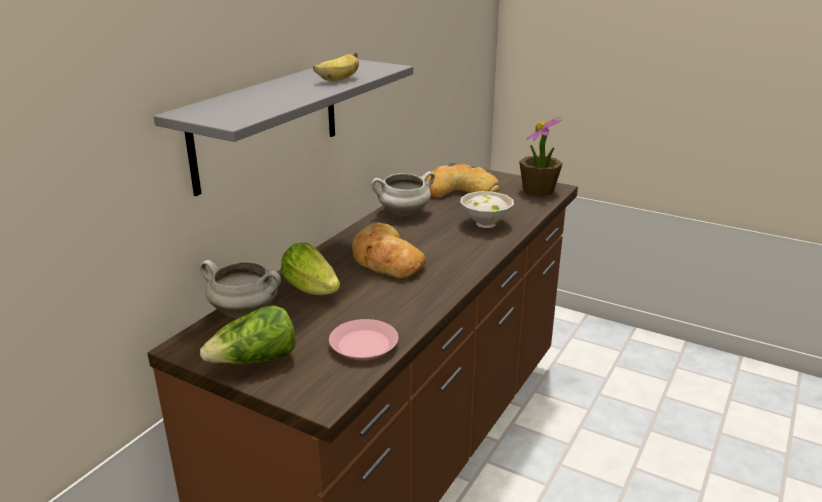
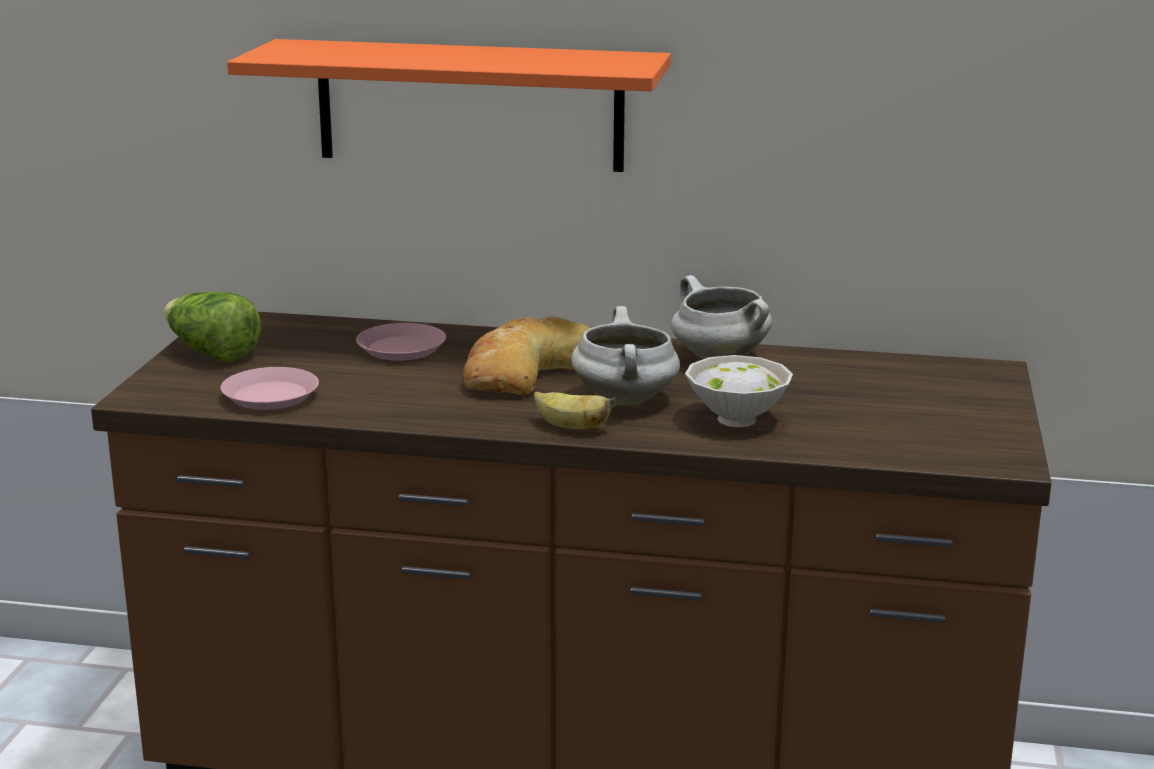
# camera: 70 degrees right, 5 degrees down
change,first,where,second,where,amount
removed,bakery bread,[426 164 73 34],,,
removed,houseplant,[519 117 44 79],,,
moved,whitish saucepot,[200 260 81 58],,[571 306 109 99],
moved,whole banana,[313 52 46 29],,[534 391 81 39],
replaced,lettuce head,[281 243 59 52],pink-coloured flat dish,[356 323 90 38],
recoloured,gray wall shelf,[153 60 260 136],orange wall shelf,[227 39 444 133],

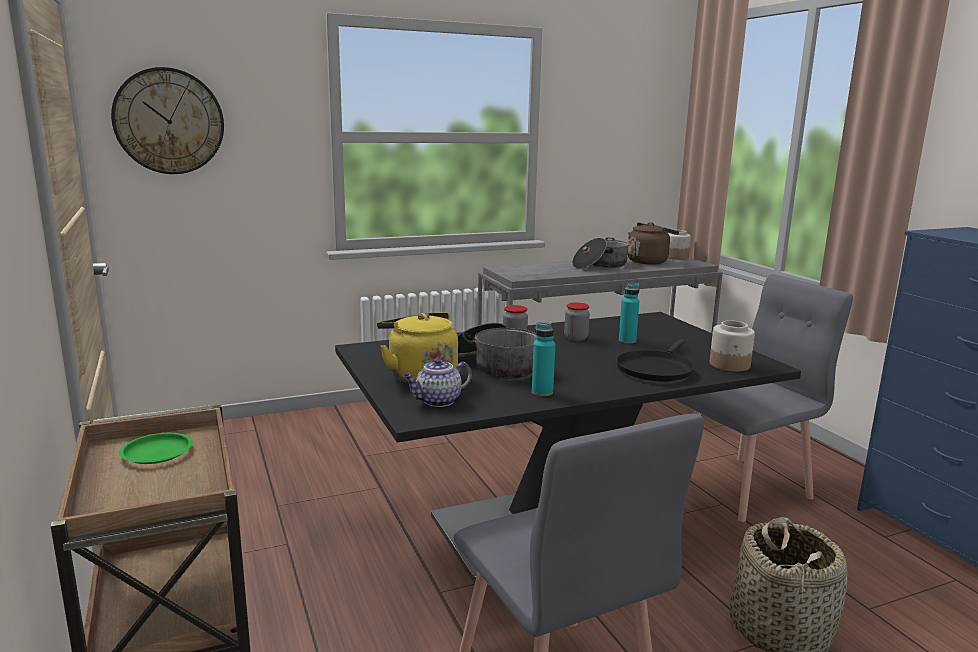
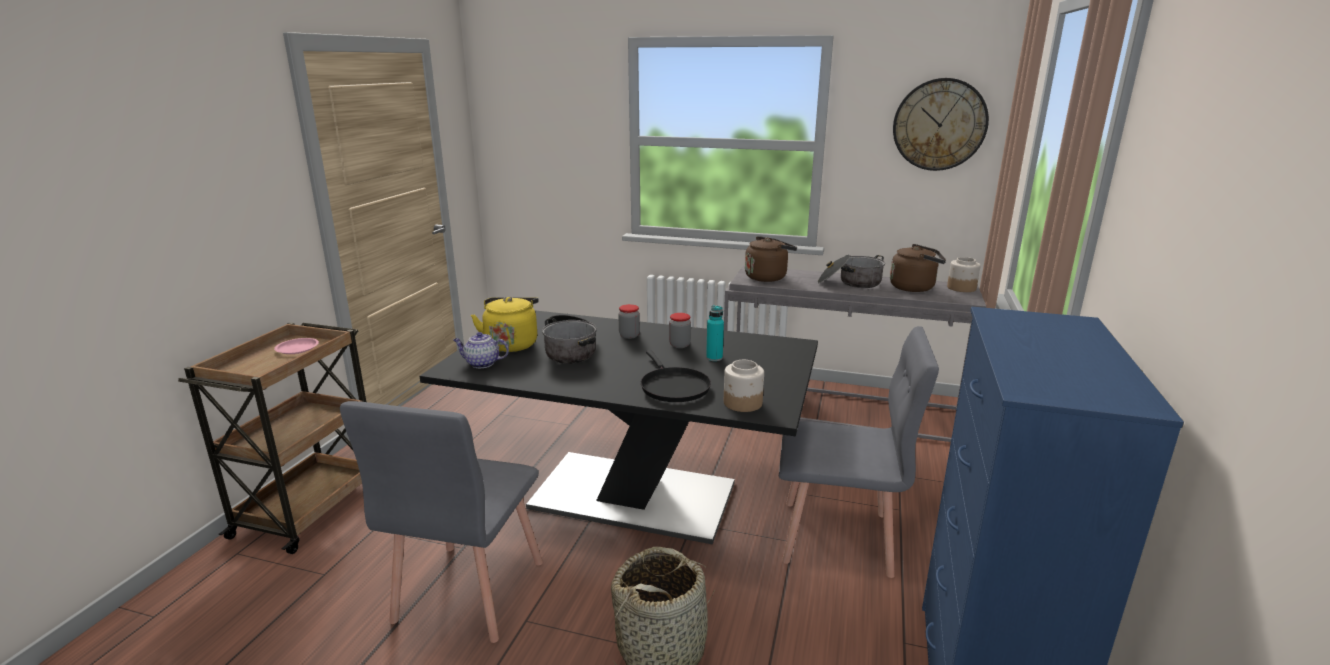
# camera: 40 degrees right, 5 degrees up
change,first,where,second,where,amount
removed,turquoise bottle,[532 322 23 74],,,
added,,,brown-coloured tea kettle,[745 236 52 46],
moved,hanging clock,[111 67 113 107],,[893 78 96 93],
recoloured,green flat dish,[119 433 74 31],pink-coloured flat dish,[274 338 45 16],
turned,blackish skillet,[616 339 78 43],,[641 350 70 52],90 degrees counterclockwise

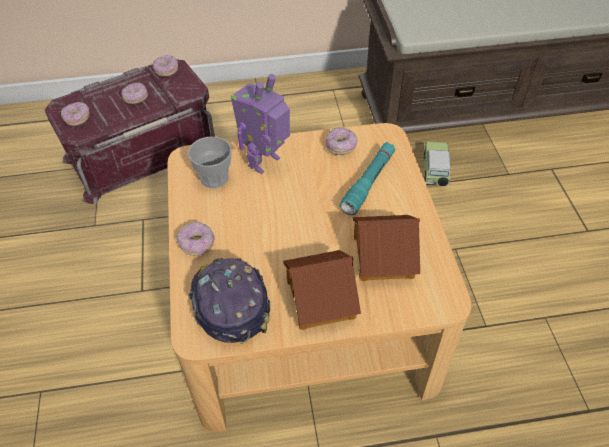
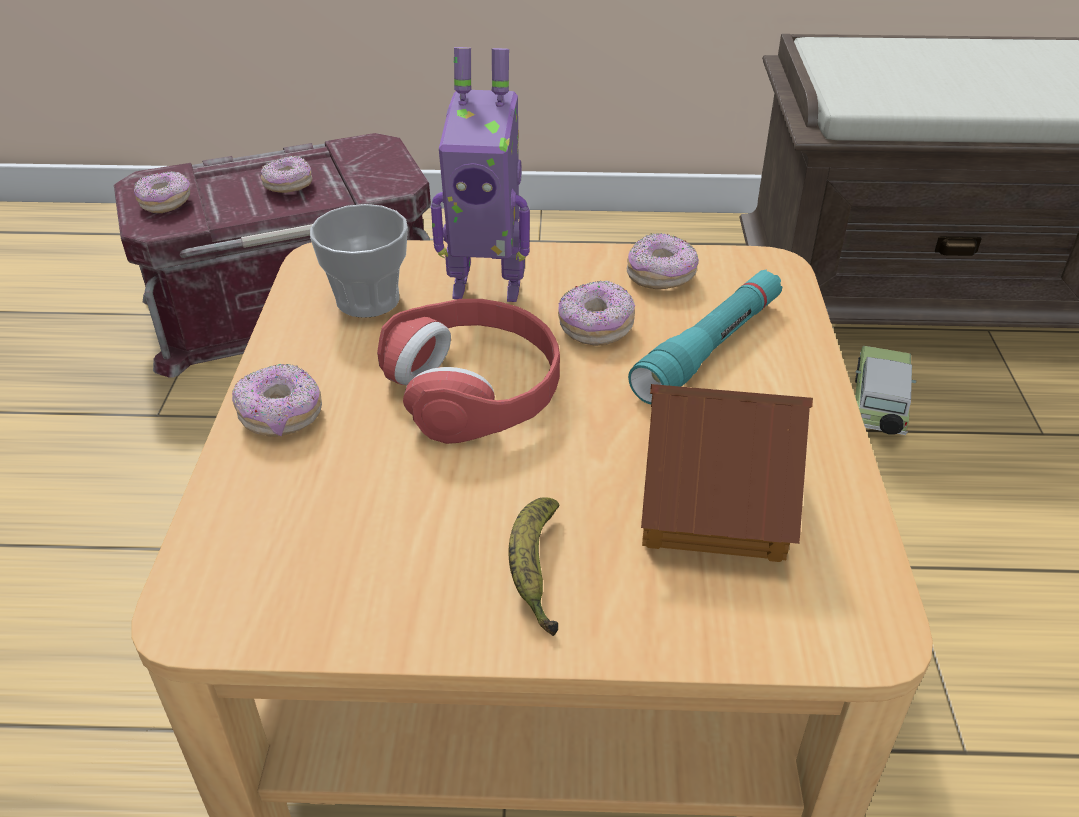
# camera: 10 degrees right, 10 degrees down
change,first,where,second,where,amount
removed,peaked cap,[188 258 83 86],,,
added,,,reddish headphones,[377 299 183 145],
moved,doughnut,[153 55 25 22],,[558 281 77 65],
replaced,model house,[283 250 78 80],whole banana,[508 497 52 139],
turned,robot figure,[231 74 59 100],,[431 47 99 255],135 degrees counterclockwise

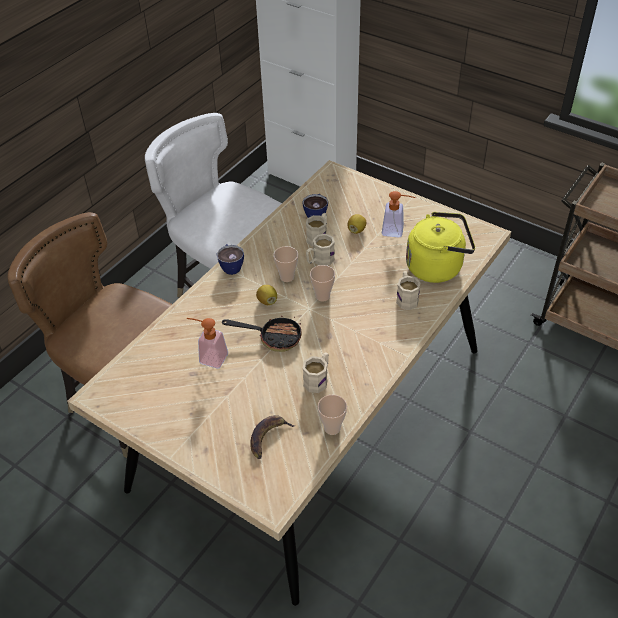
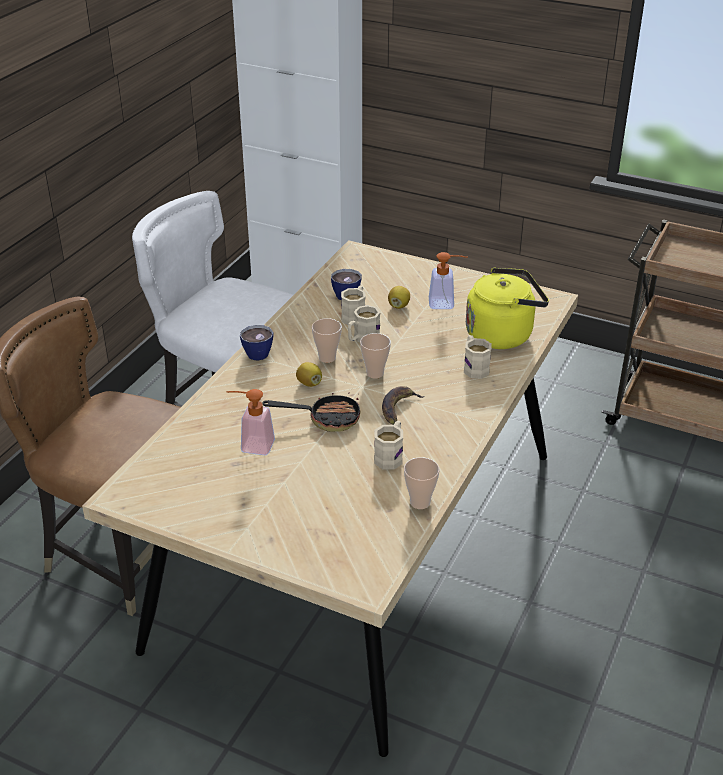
# camera: 10 degrees left, 10 degrees down
change,first,where,second,where,amount
moved,whole banana,[250 415 44 44],,[382 386 43 39],

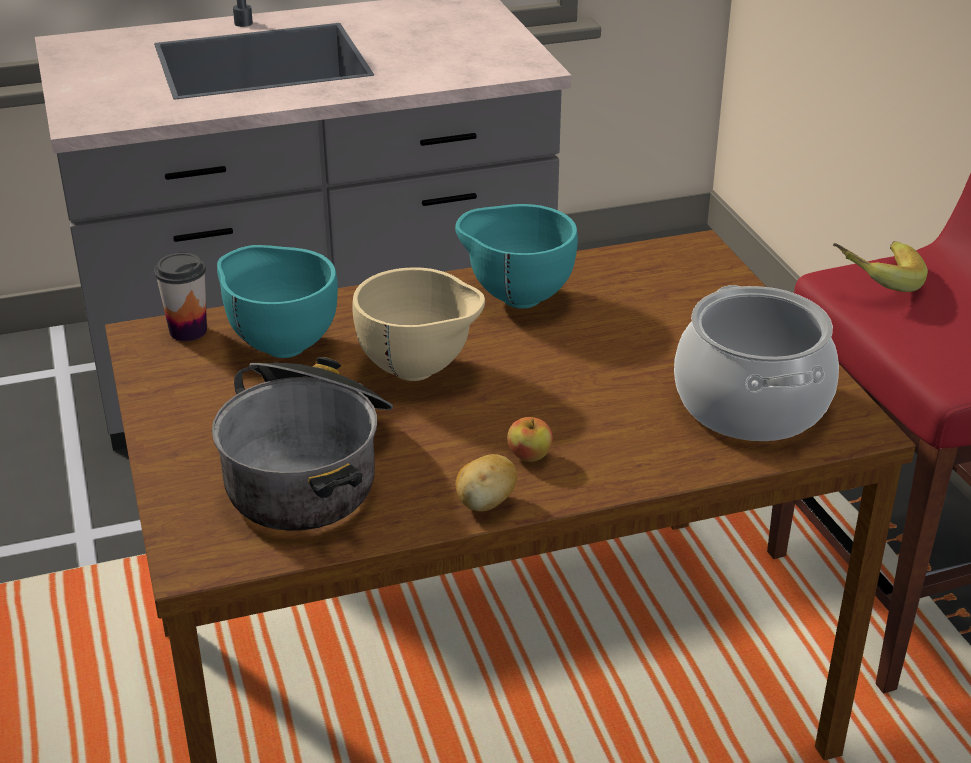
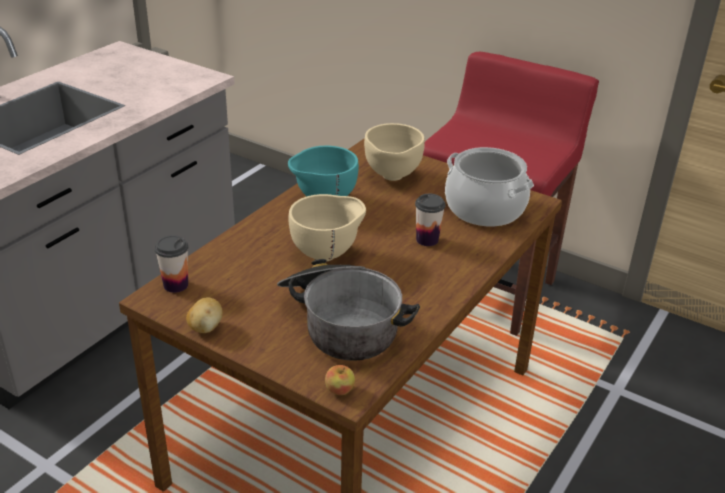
# camera: 40 degrees left, 0 degrees up
change,first,where,second,where,amount
removed,turquoise deep dish,[217 245 121 113],,,
removed,whole banana,[833 241 95 51],,,
added,,,sand-coloured deep dish,[364 123 61 58],
added,,,cup,[415 194 30 52],
moved,whole potato,[456 454 61 58],,[186 297 37 36],
moved,apple fruit,[507 417 46 45],,[325 365 30 30],

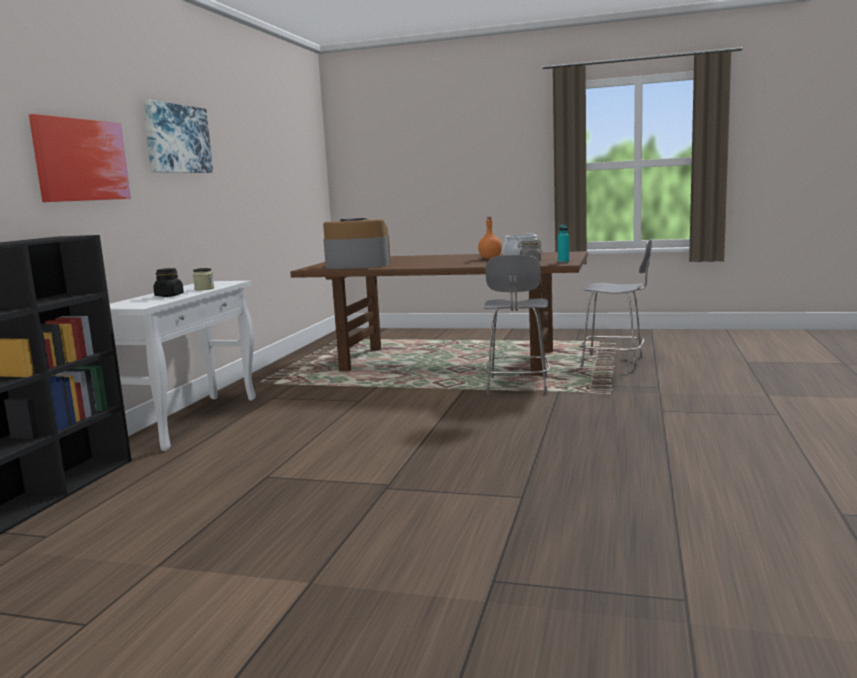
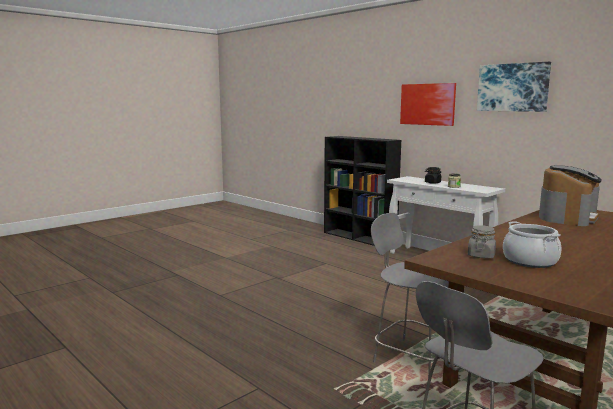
# camera: 120 degrees right, 0 degrees up
change,first,where,second,where,amount
removed,orange bottle,[478 217 24 42],,,
removed,turquoise bottle,[558 224 11 39],,,

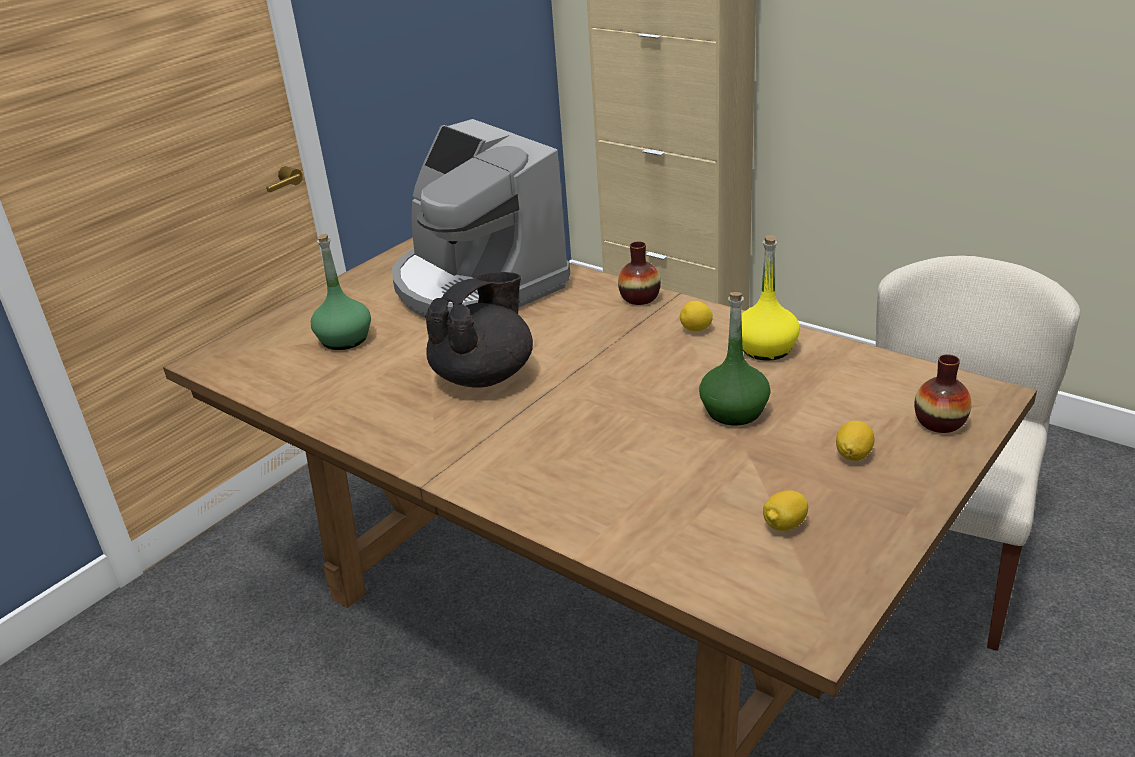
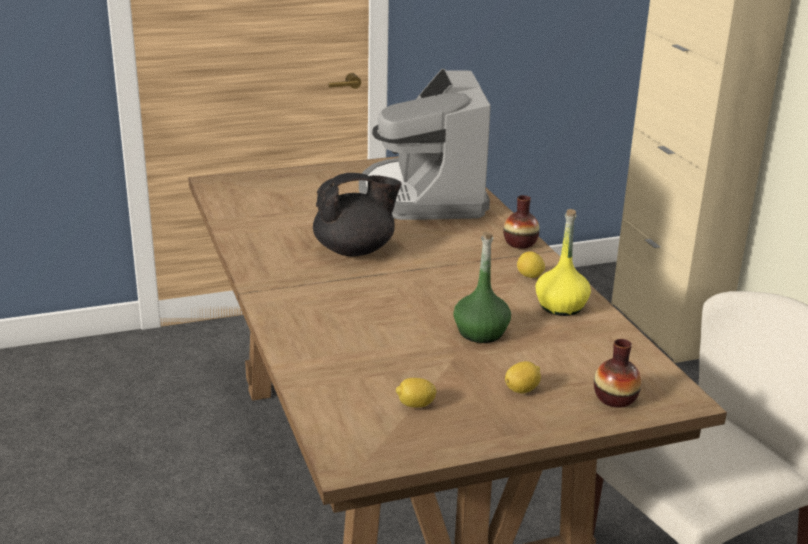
# camera: 30 degrees right, 5 degrees down
change,first,where,second,where,amount
removed,green bottle,[311 234 60 116],,,

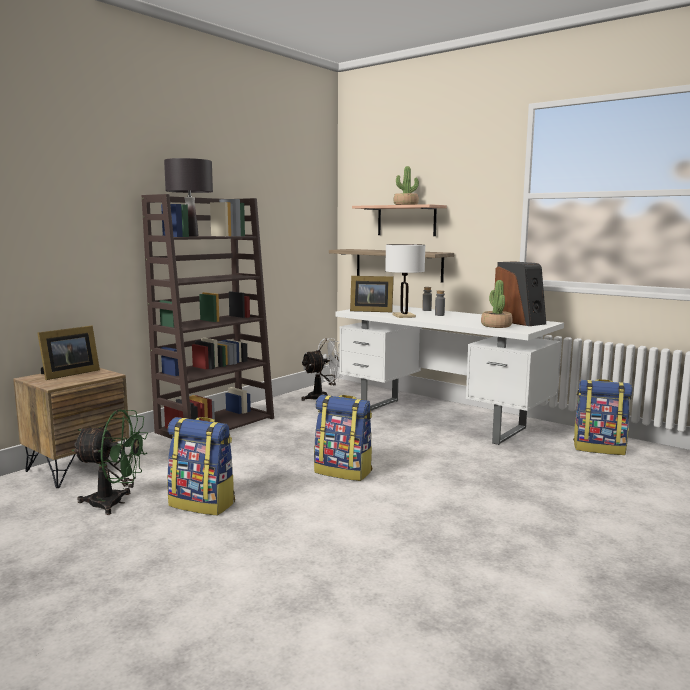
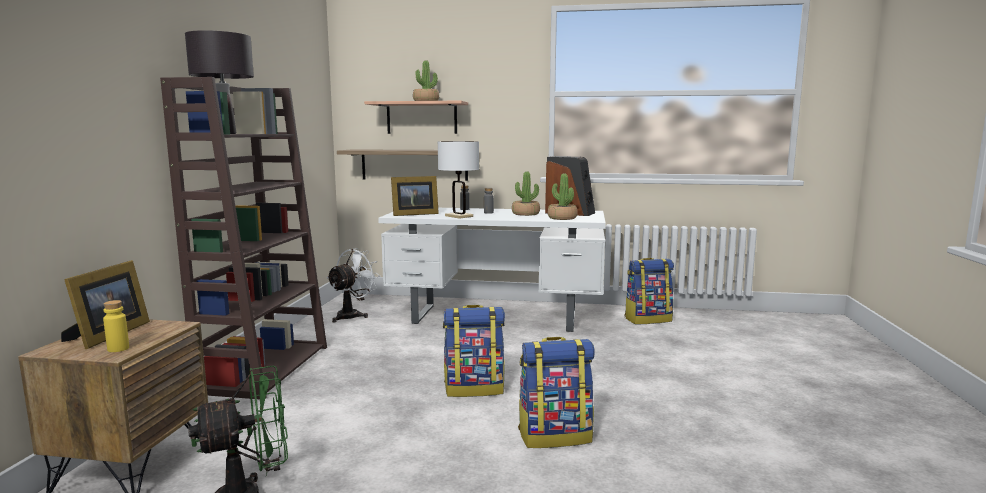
# camera: 30 degrees left, 0 degrees up
change,first,where,second,where,amount
added,,,yellowish bottle,[103 300 26 52],
added,,,houseplant,[512 171 28 45],
moved,backpack,[167 417 68 98],,[518 337 77 111],

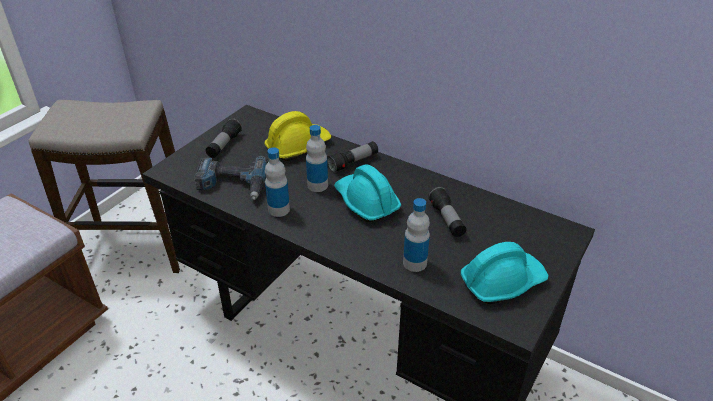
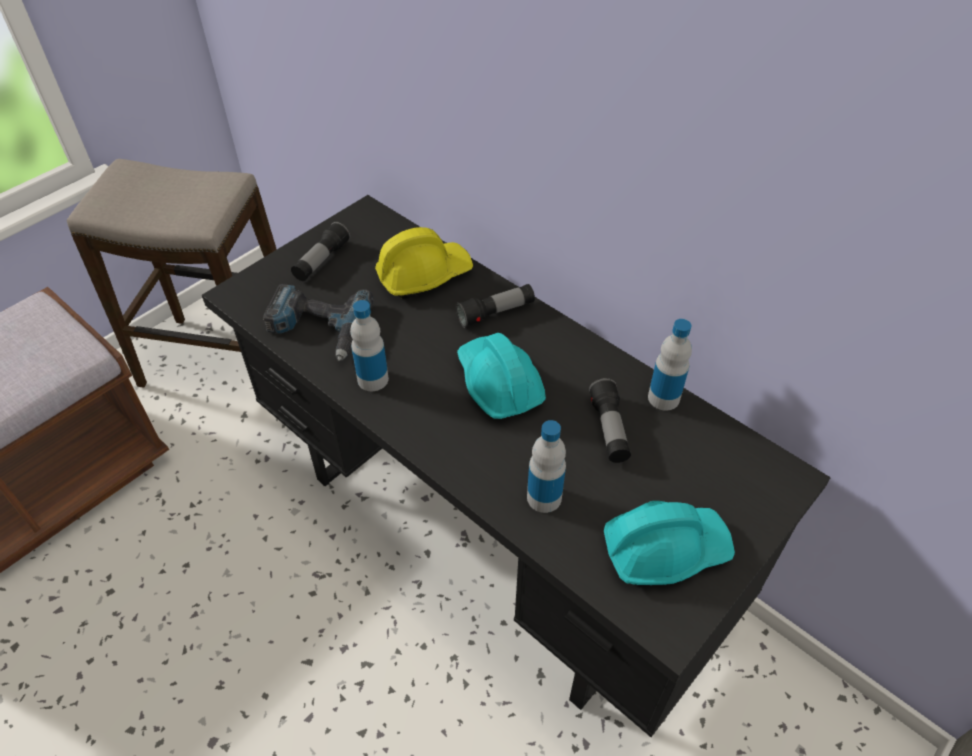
# camera: 10 degrees right, 10 degrees up
change,first,where,second,where,amount
moved,bottle,[306 125 22 67],,[648 319 44 92],

